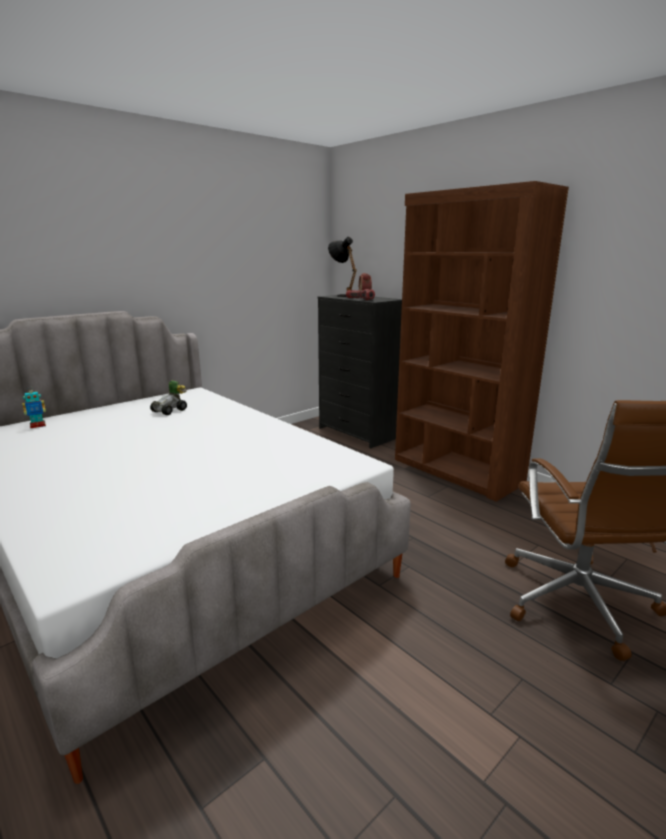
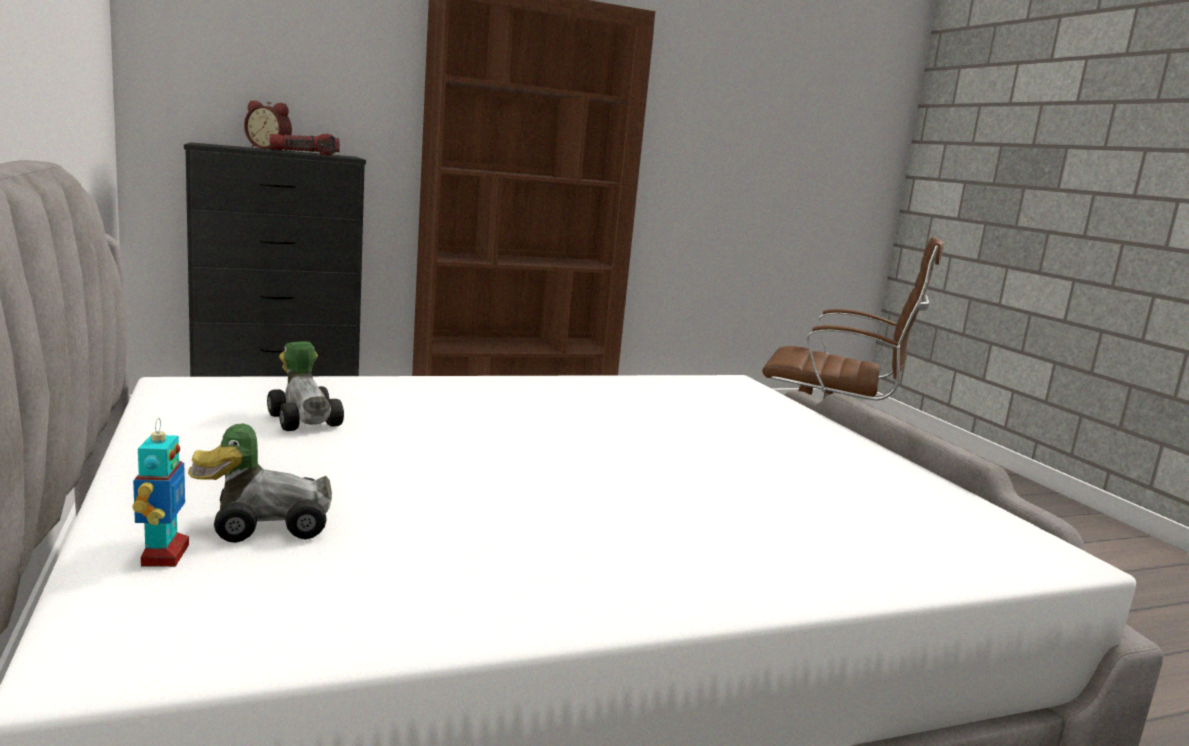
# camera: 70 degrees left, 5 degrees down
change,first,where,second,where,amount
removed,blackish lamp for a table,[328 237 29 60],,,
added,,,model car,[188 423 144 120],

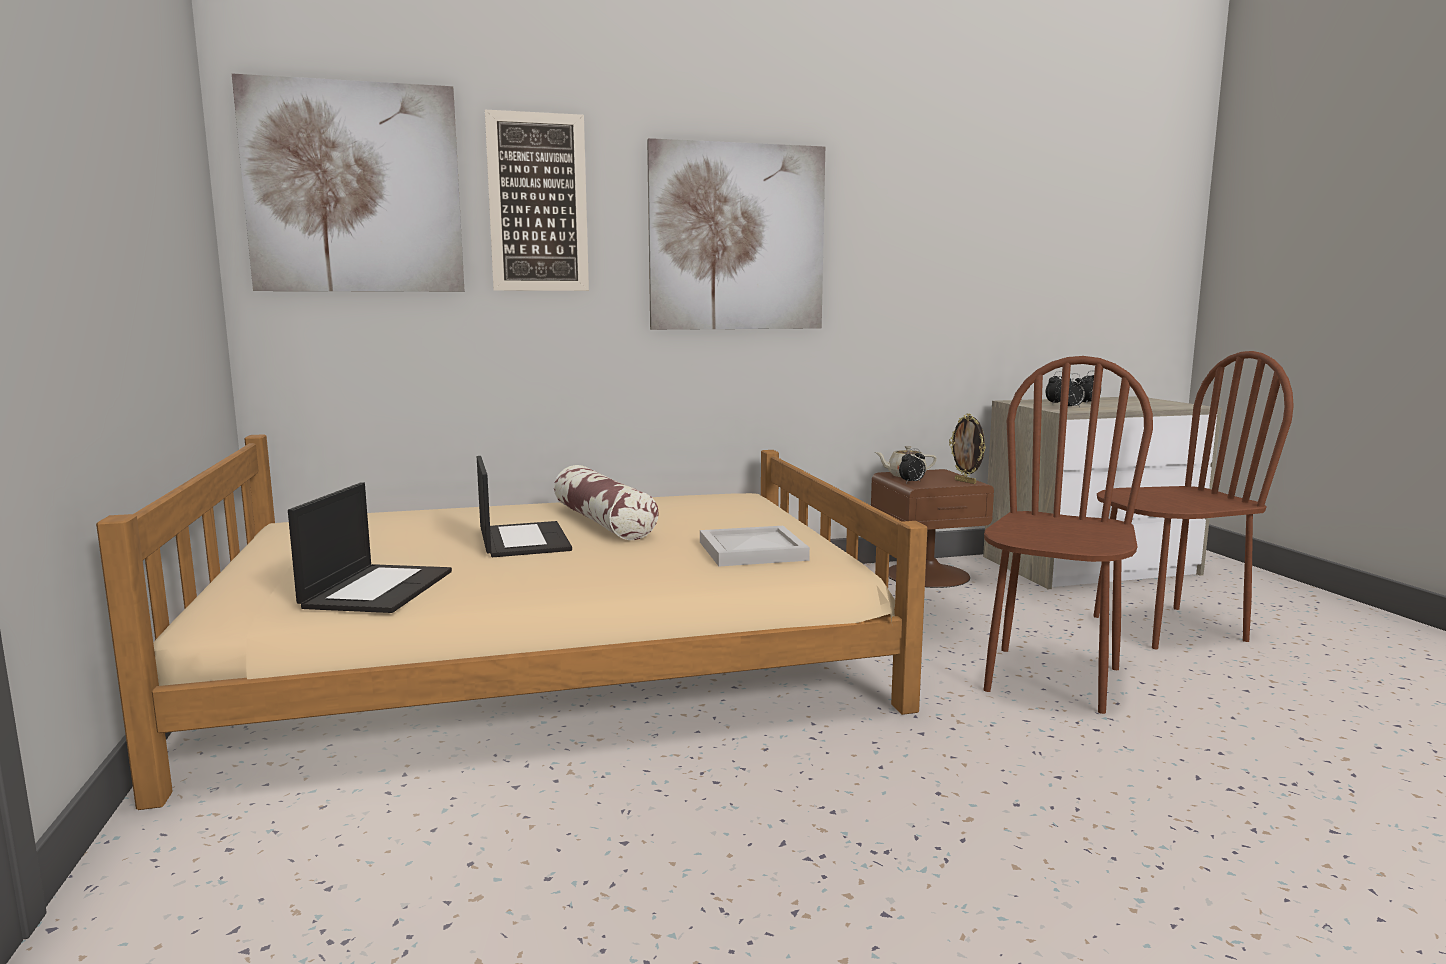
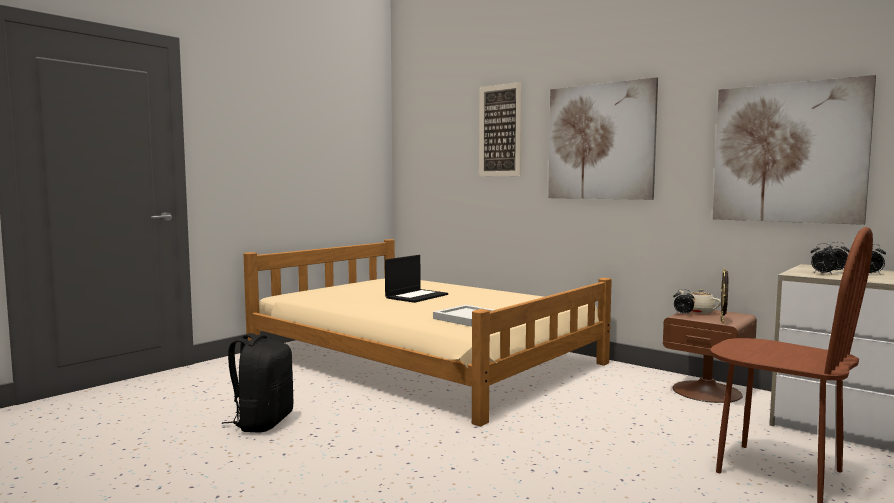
# camera: 55 degrees right, 5 degrees down
change,first,where,second,where,amount
removed,portable computer,[288 482 164 131],,,
removed,throw pillow,[554 465 105 75],,,
removed,brown-coloured upright chair,[984 356 169 358],,,
added,,,blackish backpack,[222 333 71 100],
moved,wall art,[232 74 233 218],,[713 75 163 150],

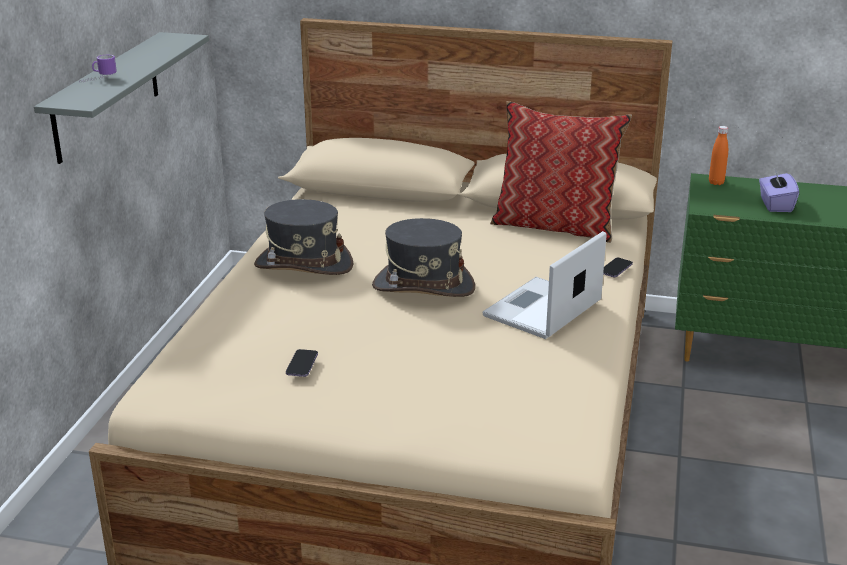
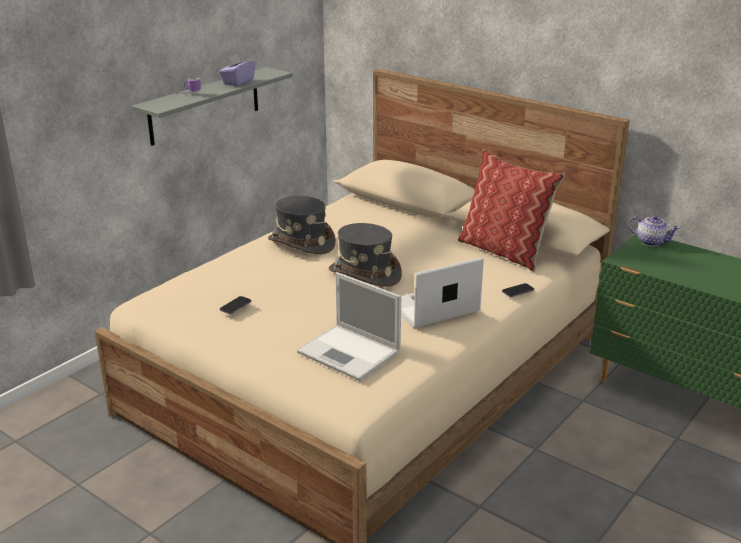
# camera: 25 degrees right, 0 degrees up
change,first,where,second,where,amount
added,,,portable computer,[297 272 104 109],
moved,purple-coloured box of tissues,[759 170 40 42],,[219 54 37 32],
replaced,orange bottle,[709 126 19 59],pot for tea,[629 215 51 31],

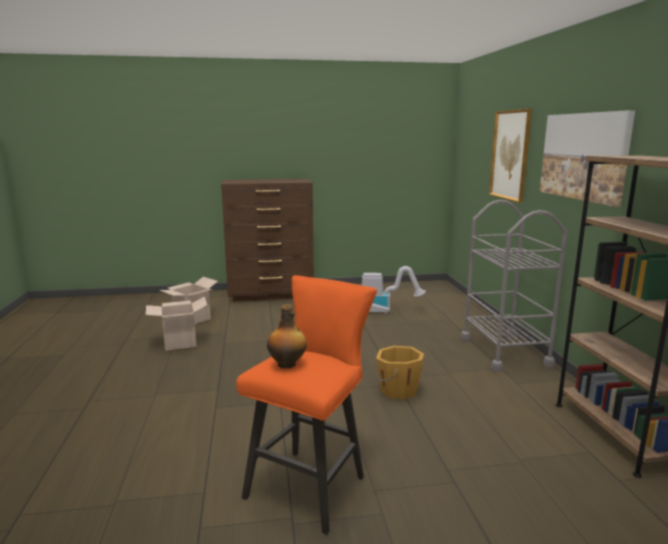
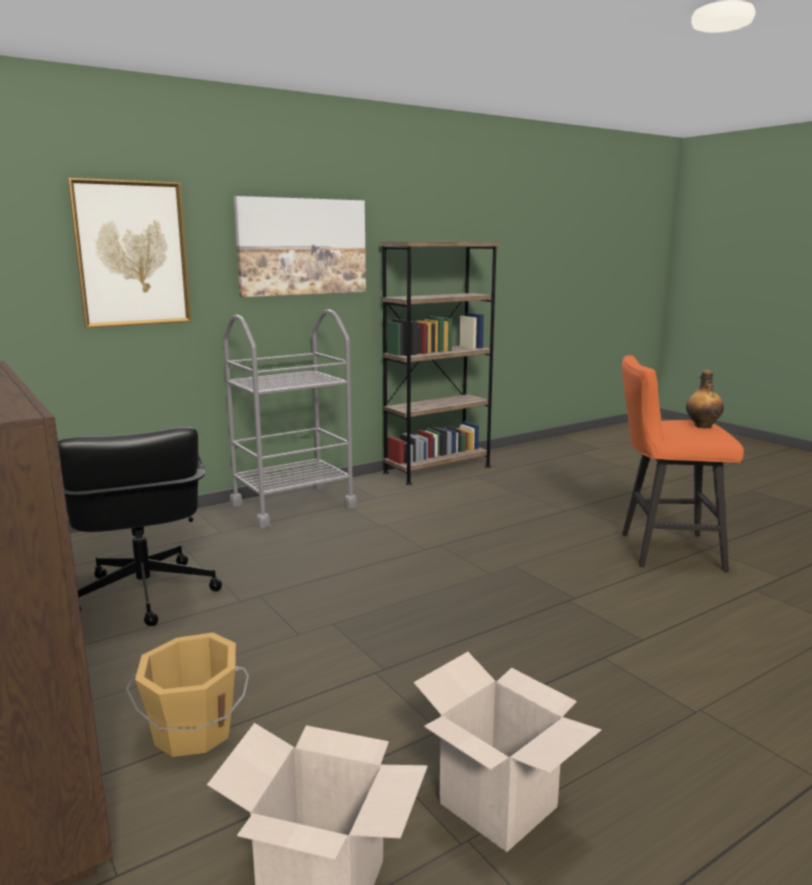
# camera: 115 degrees left, 0 degrees up
change,first,where,second,where,amount
moved,orange pail,[376 346 48 54],,[126 632 123 125],
replaced,vacuum cleaner,[362 266 64 48],blackish office chair,[58 427 164 199],

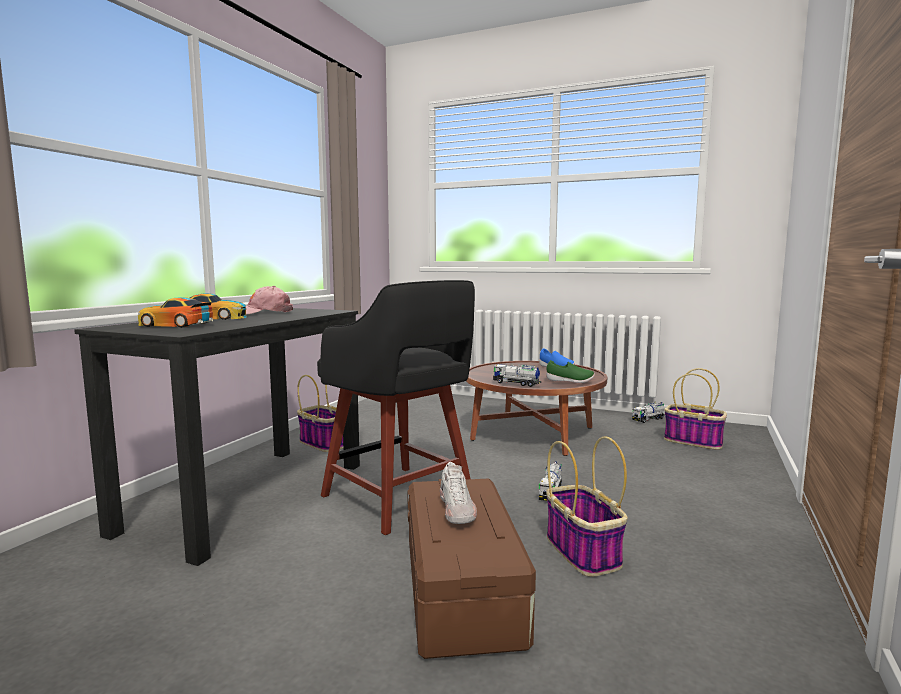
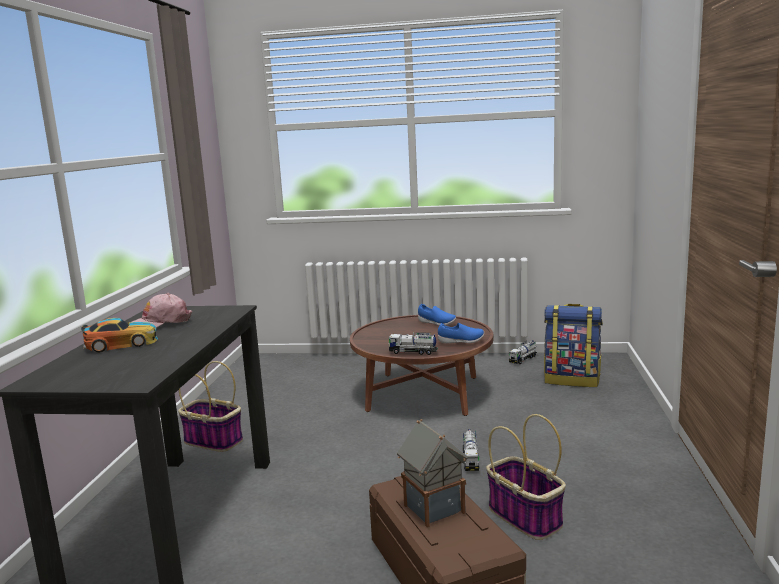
# camera: 15 degrees left, 5 degrees up
change,first,where,second,where,amount
removed,model car,[138 297 75 31],,,
removed,blackish sitting stool,[317 280 158 255],,,
replaced,whitish shoe,[440 462 37 62],model house,[397 419 70 108],
replaced,storage basket,[664 368 63 82],backpack,[544 304 59 83],
recoloured,green shoe,[546 360 49 23],bluish shoe,[438 323 46 21],

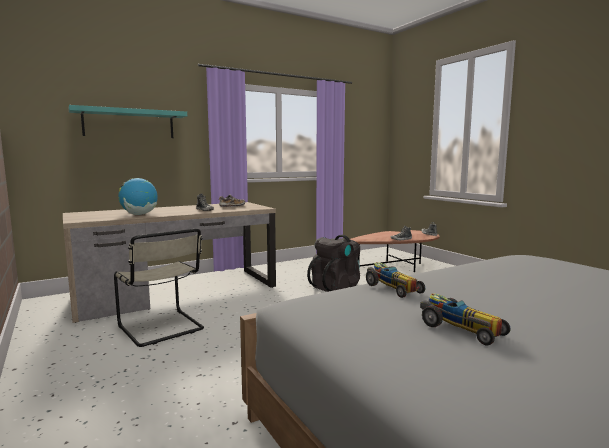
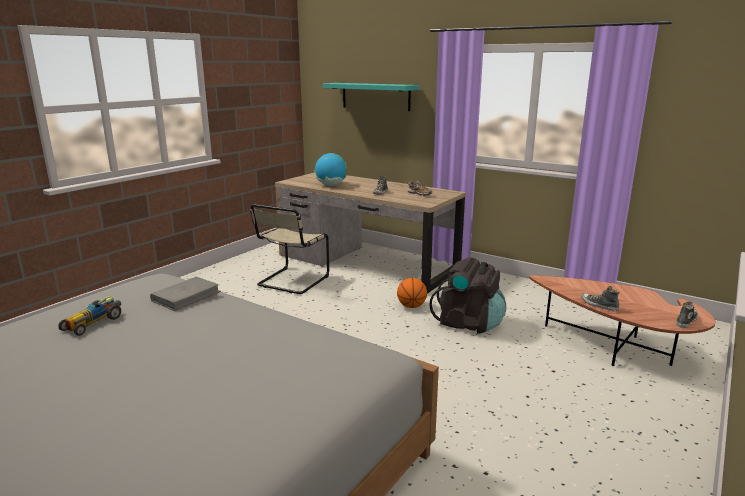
# camera: 65 degrees right, 10 degrees up
change,first,where,second,where,amount
added,,,basketball,[397 278 30 30],
replaced,model car,[366 262 59 36],gray book,[150 277 71 34],

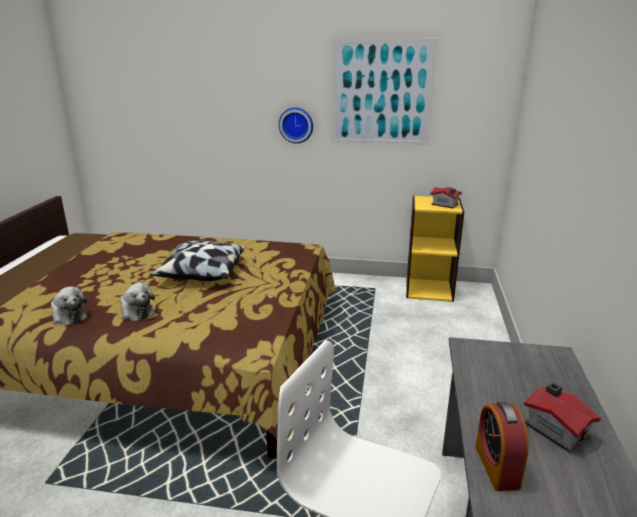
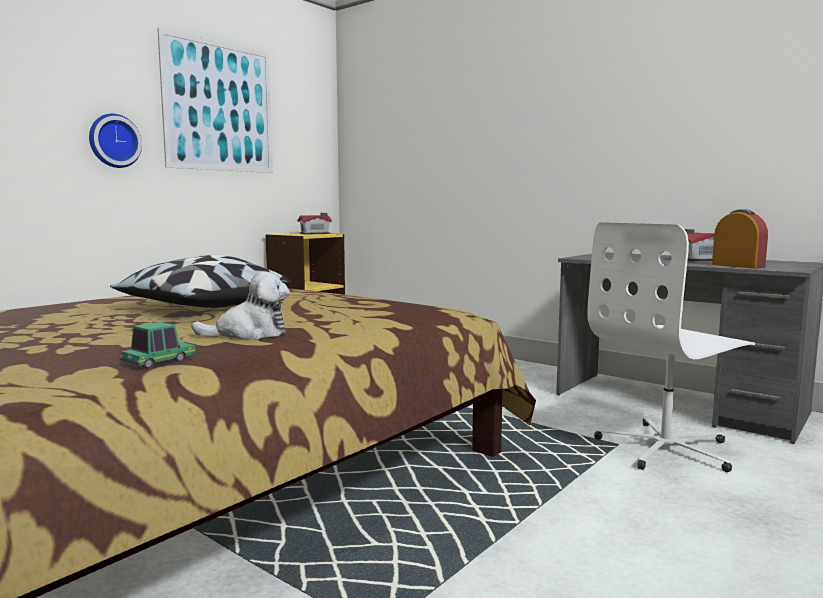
# camera: 60 degrees left, 15 degrees down
change,first,where,second,where,amount
replaced,cuddly toy,[51 286 36 39],model car,[120 322 76 46],
turned,bedside clock,[476 402 53 89],,[712 209 56 60],150 degrees counterclockwise

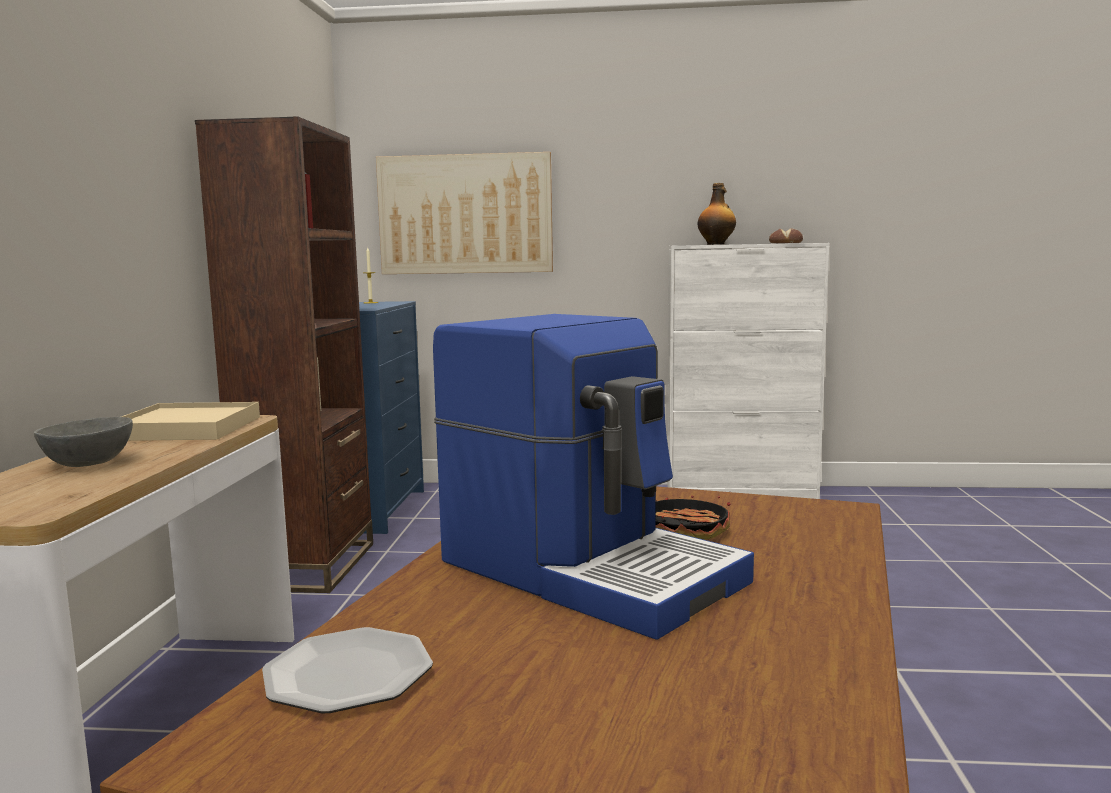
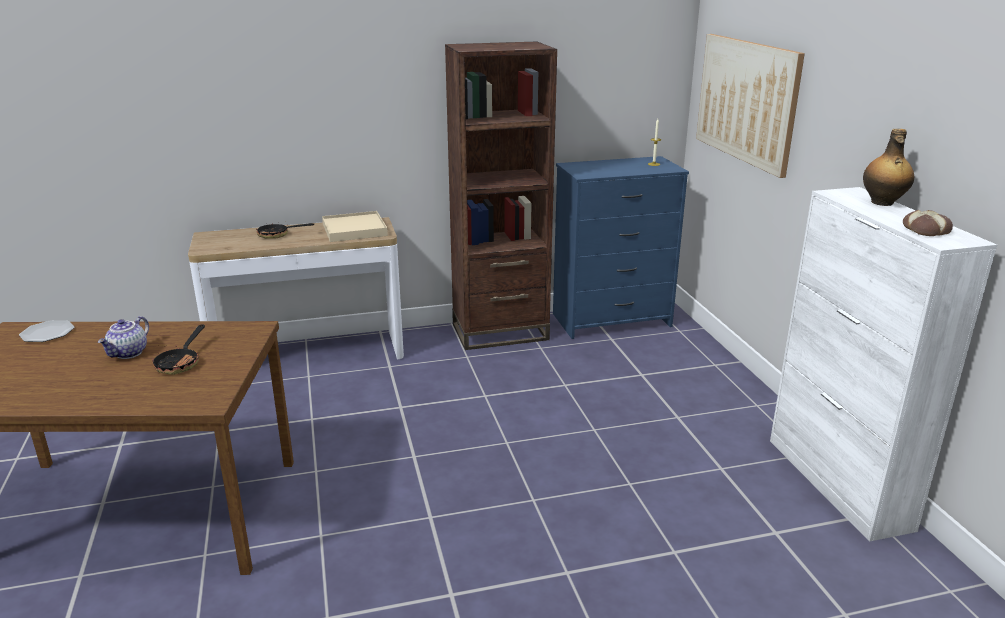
# camera: 70 degrees right, 15 degrees up
change,first,where,second,where,amount
replaced,gray deep dish,[34 417 99 50],skillet,[256 222 58 17],
replaced,coffee brewer,[433 314 321 326],pot for tea,[98 316 51 43],

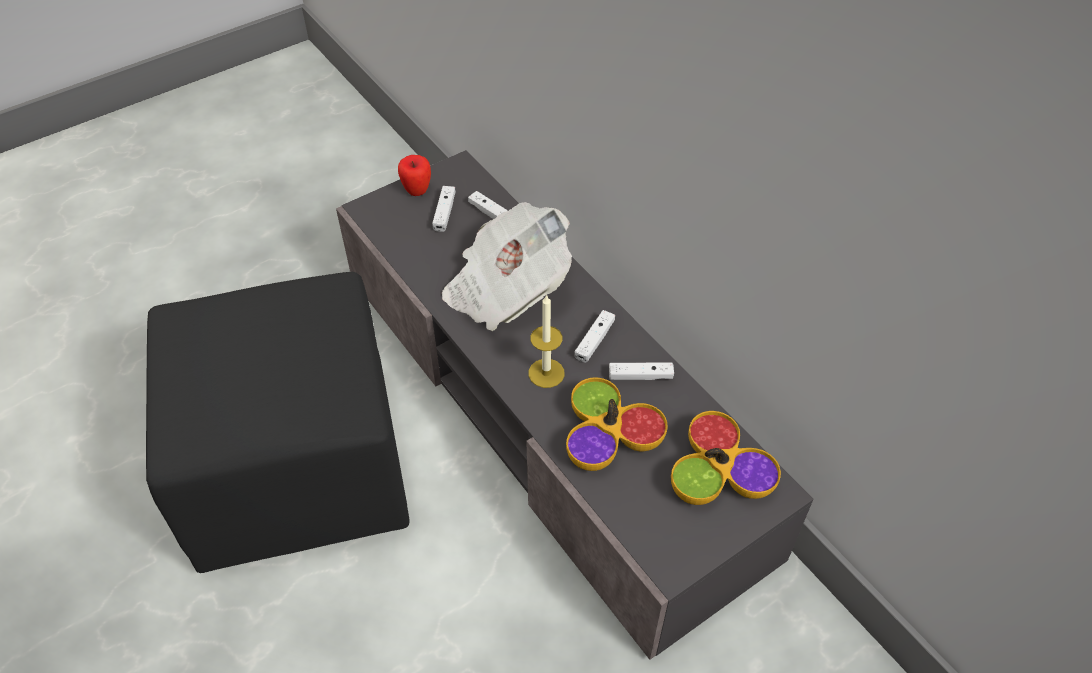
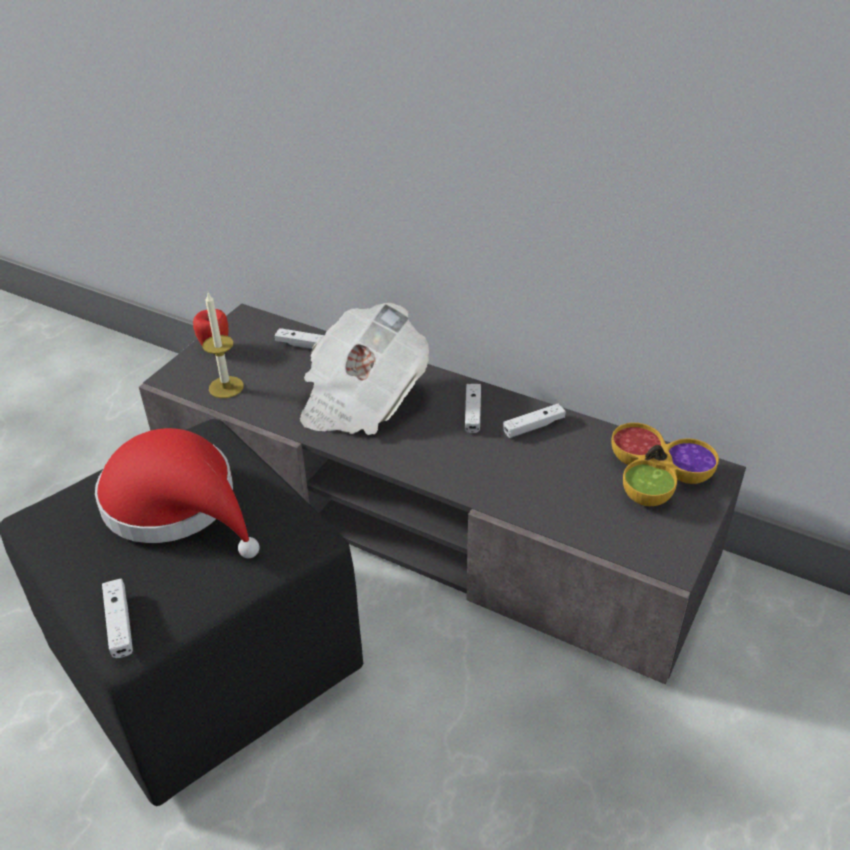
# camera: 25 degrees left, 10 degrees down
change,first,where,second,where,amount
removed,deep dish,[566 377 102 94],,,
added,,,reddish wearable hat,[95 428 164 130],
moved,whitish game controller,[432 186 24 46],,[102 579 31 79],
moved,wax candle,[529 294 36 94],,[202 293 42 105],

